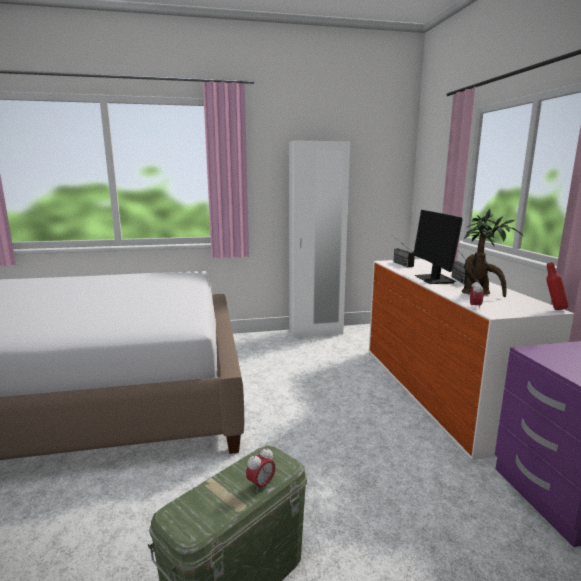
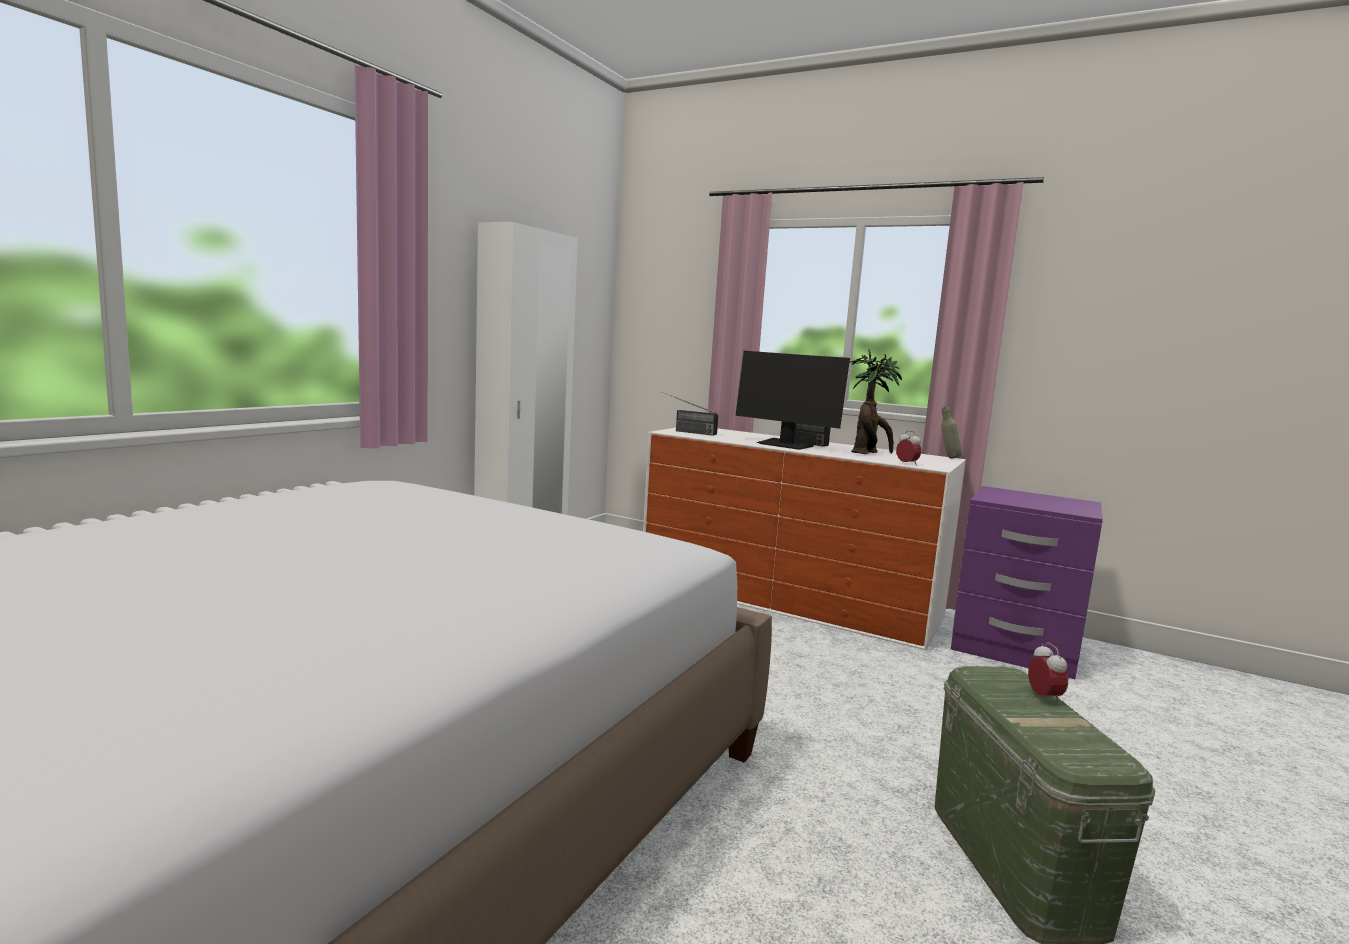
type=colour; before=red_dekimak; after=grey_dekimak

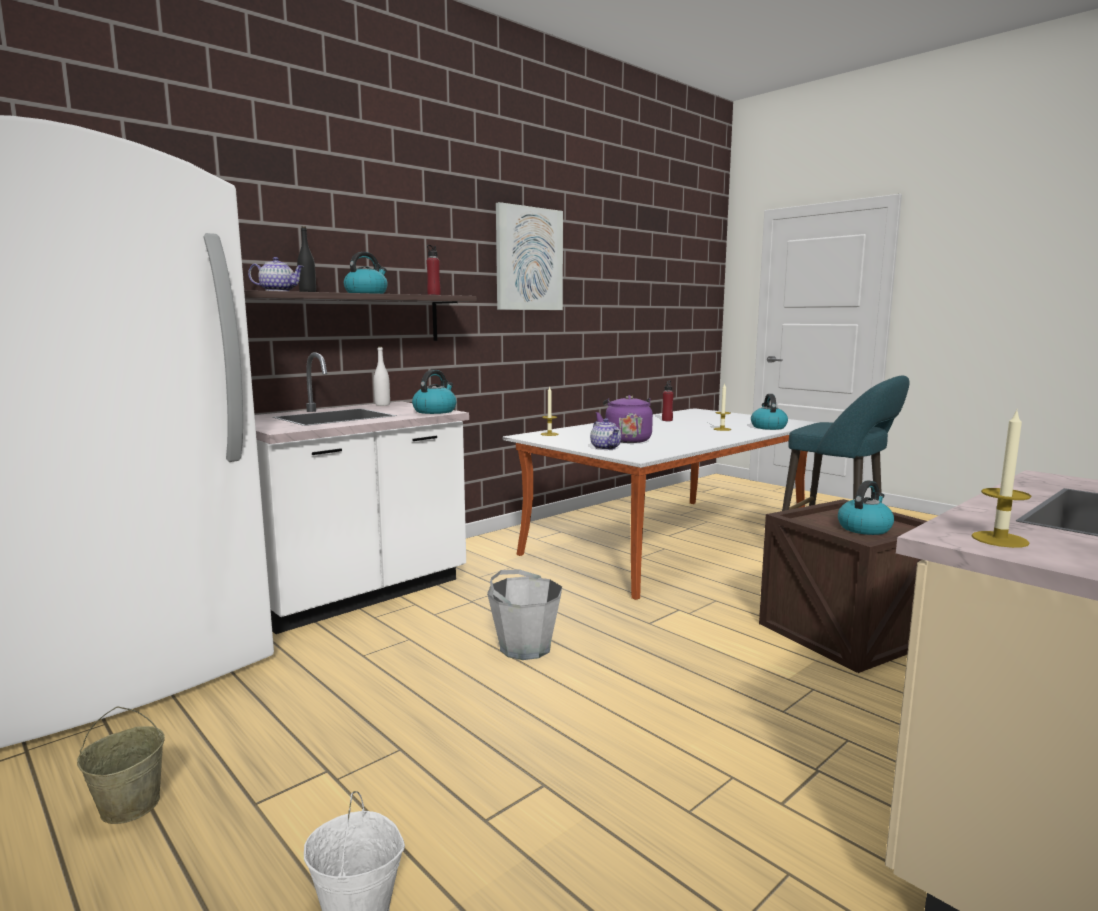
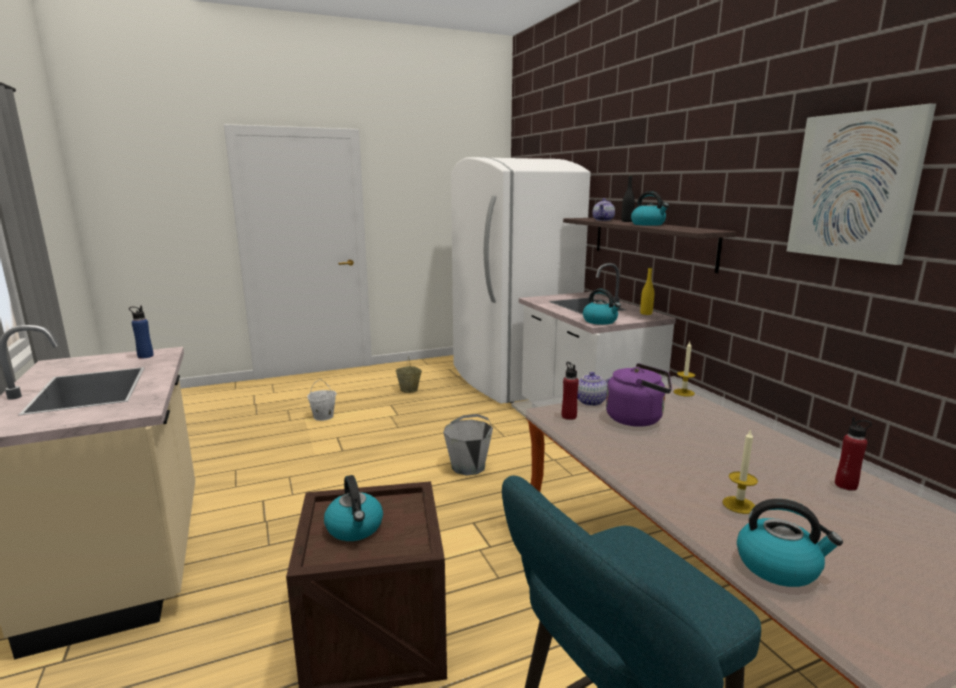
type=exchanged; before=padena (no. 3 from left); after=blue_dekimak
type=relocated; before=red_dekimak (no. 1 from left)
type=colour; before=white_dekimak; after=yellow_dekimak

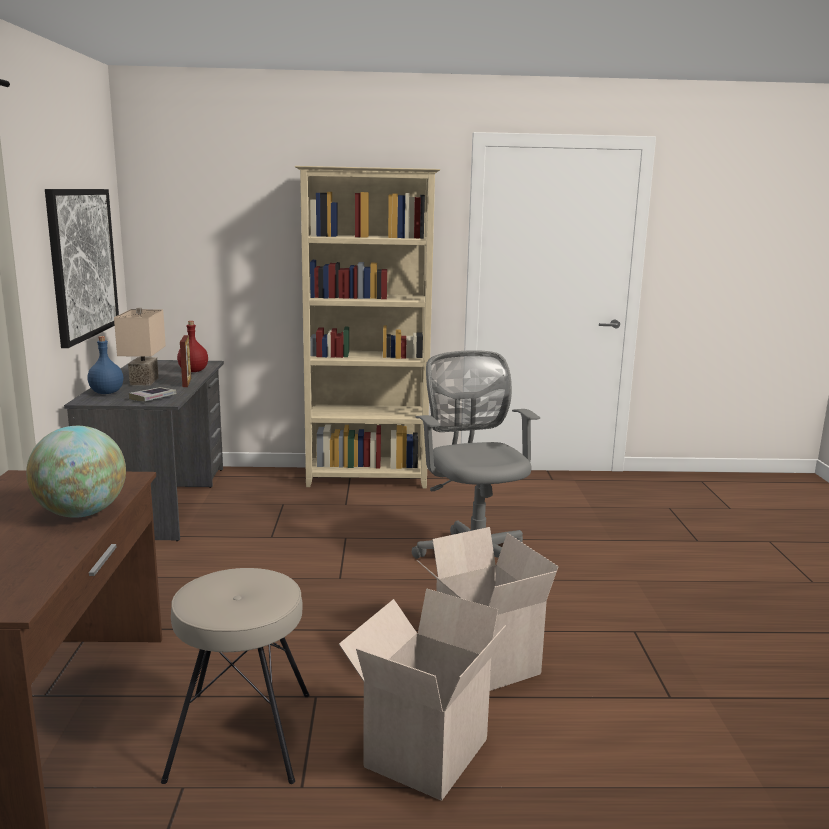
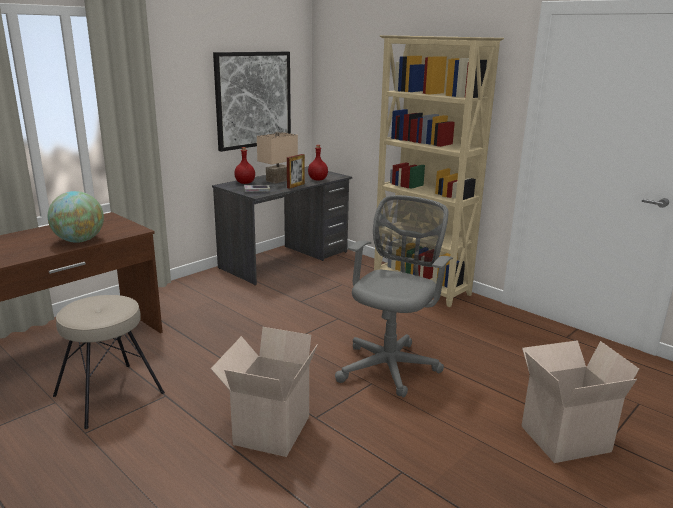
type=colour; before=blue_dekimak; after=red_dekimak (no. 1 from left)
type=relocated; before=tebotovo (no. 1 from left in the first image); after=tebotovo (no. 2 from left)

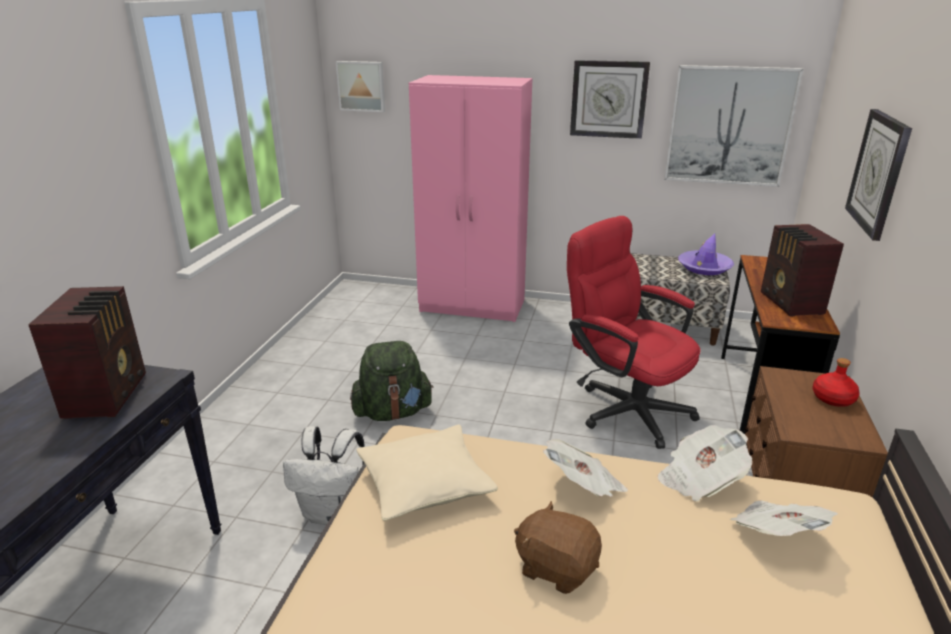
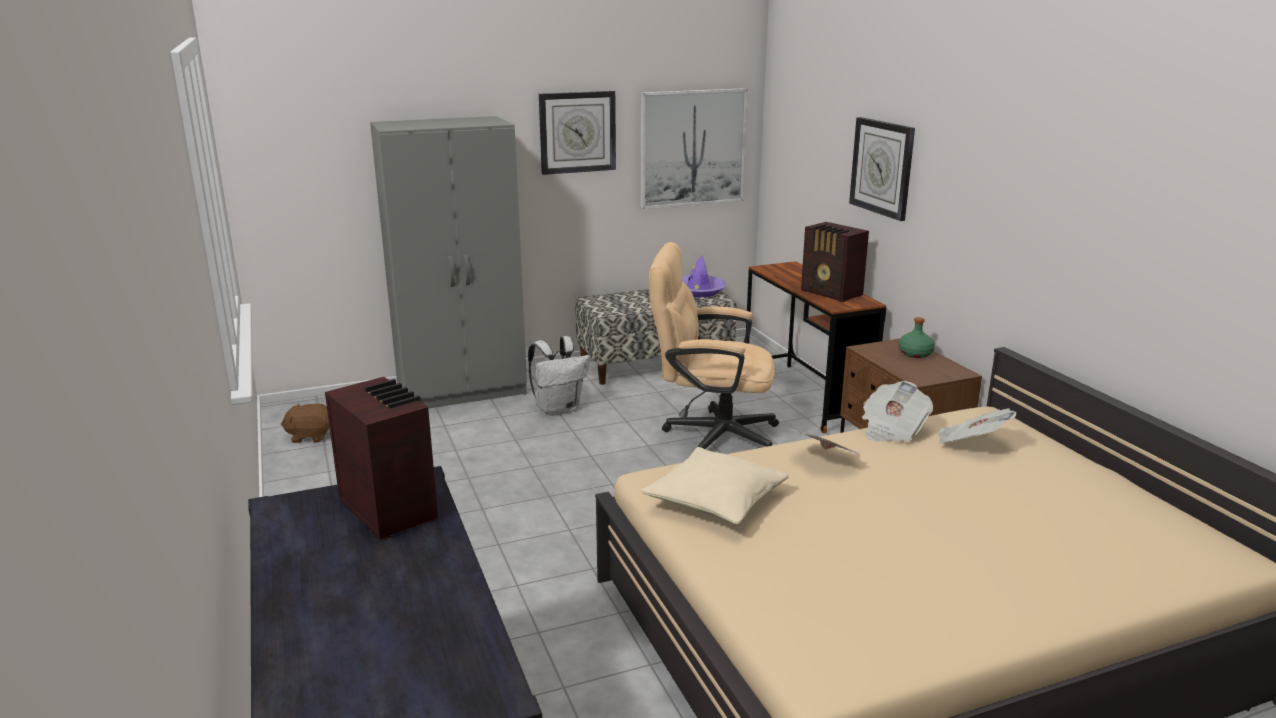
type=relocated; before=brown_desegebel
type=colour; before=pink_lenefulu; after=grey_lenefulu
type=relocated; before=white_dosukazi
type=colour; before=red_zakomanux; after=beige_zakomanux
type=colour; before=red_dekimak; after=green_dekimak
type=missing; before=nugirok (no. 1 from left)
type=missing; before=green_dosukazi

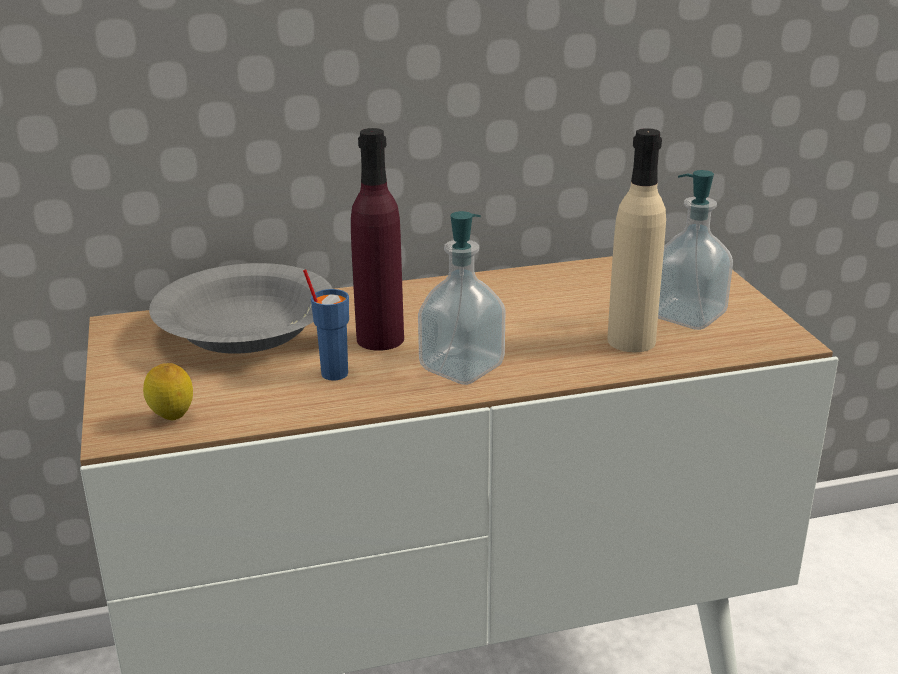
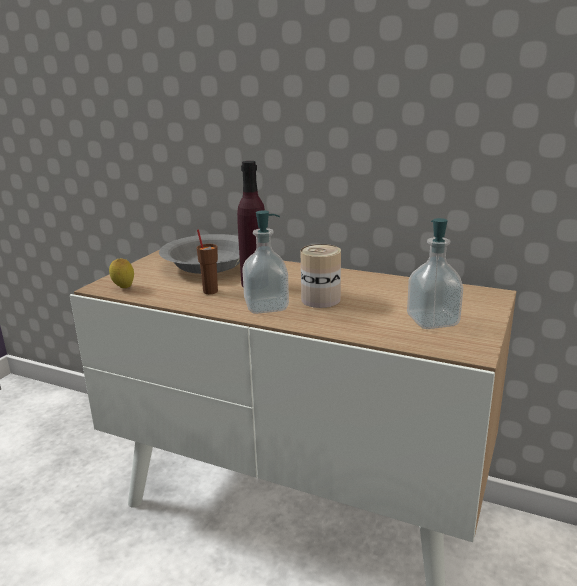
type=colour; before=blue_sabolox; after=brown_sabolox
type=appeared; after=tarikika
type=missing; before=beige_dekimak

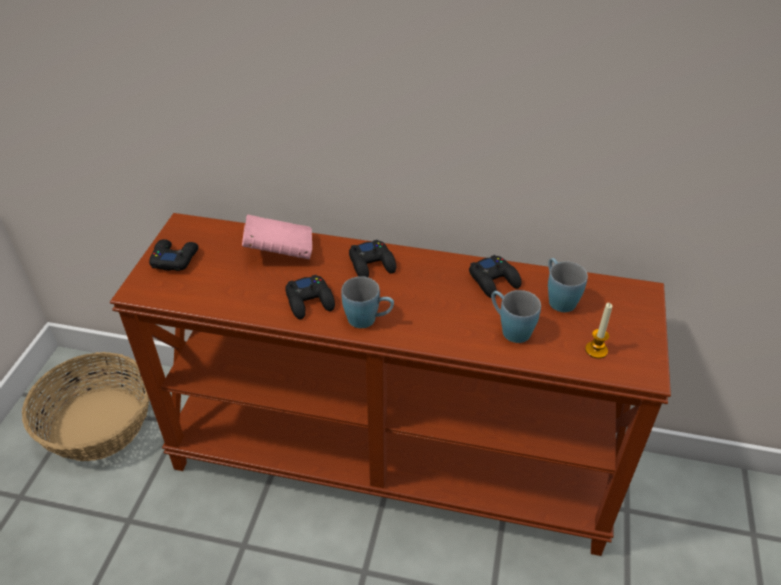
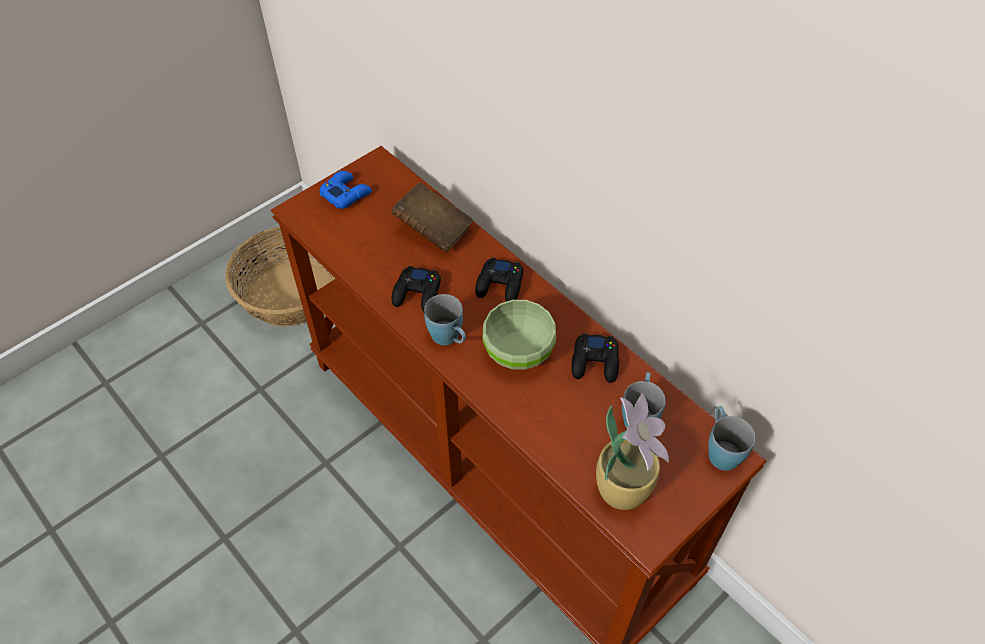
type=colour; before=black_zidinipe (no. 1 from left); after=blue_zidinipe
type=colour; before=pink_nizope; after=brown_nizope
type=appeared; after=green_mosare
type=exchanged; before=padena; after=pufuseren
type=relocated; before=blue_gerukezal (no. 2 from left in the first image); after=blue_gerukezal (no. 3 from left)

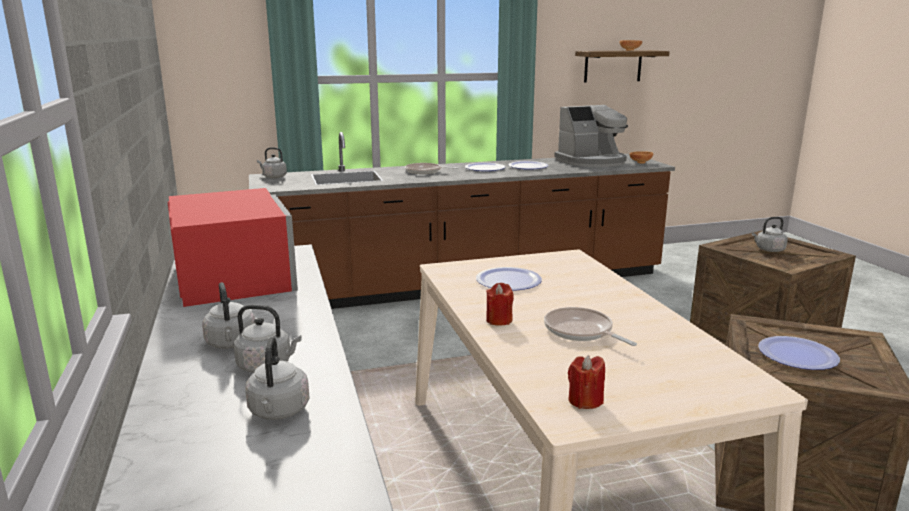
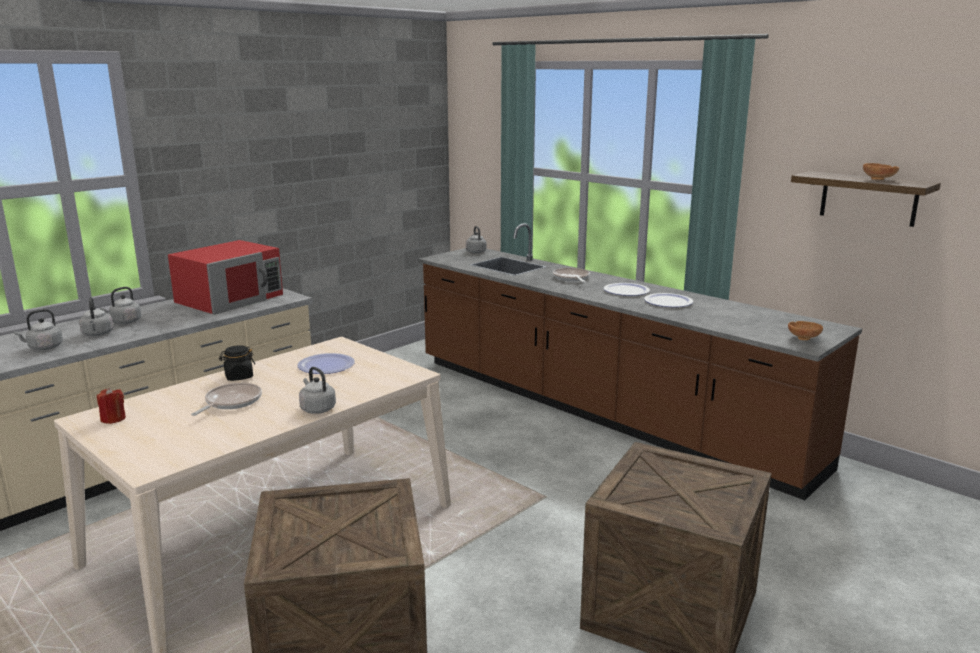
type=exchanged; before=red_padena (no. 1 from left); after=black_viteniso
type=relocated; before=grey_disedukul (no. 5 from left in the first image); after=grey_disedukul (no. 4 from left)
type=missing; before=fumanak
type=missing; before=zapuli (no. 4 from left)

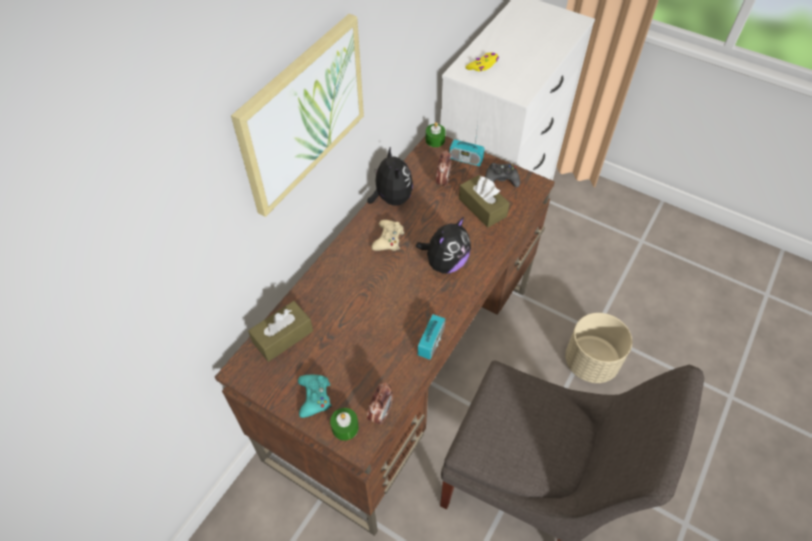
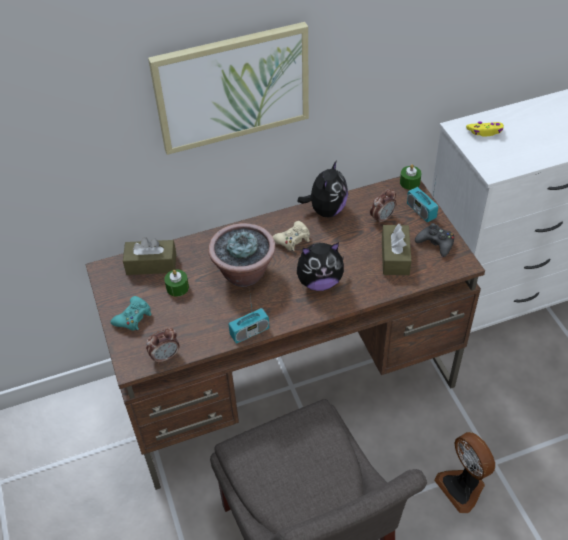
type=relocated; before=green_padena (no. 1 from left)
type=appeared; after=pufuseren
type=exchanged; before=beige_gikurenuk; after=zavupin

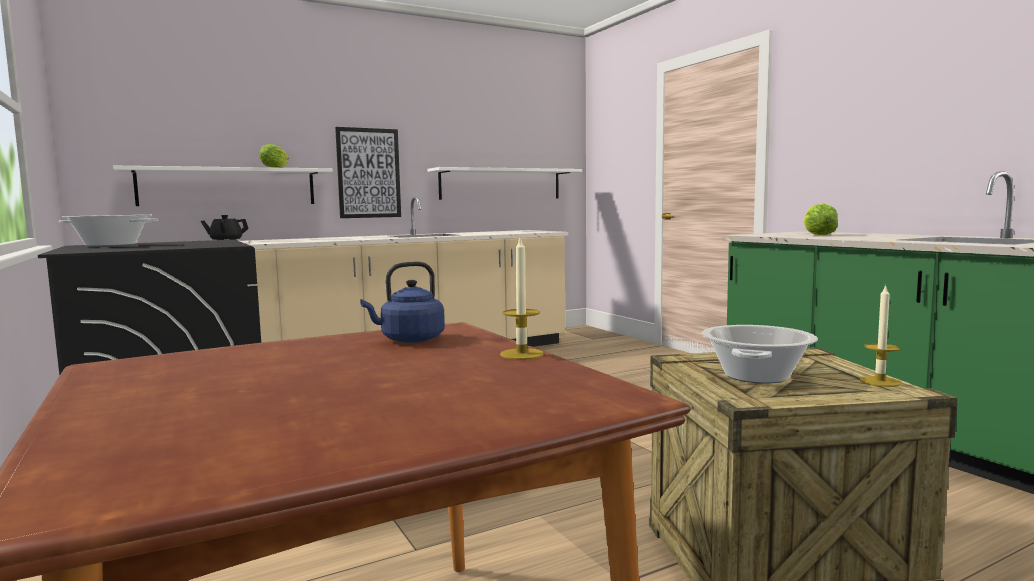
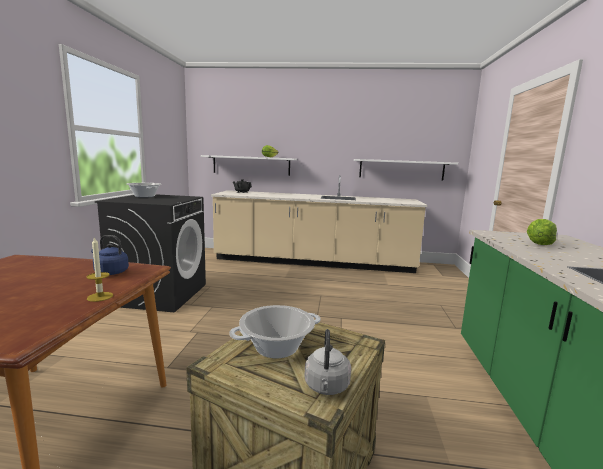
type=exchanged; before=padena (no. 2 from left); after=grey_disedukul
type=missing; before=nugirok

